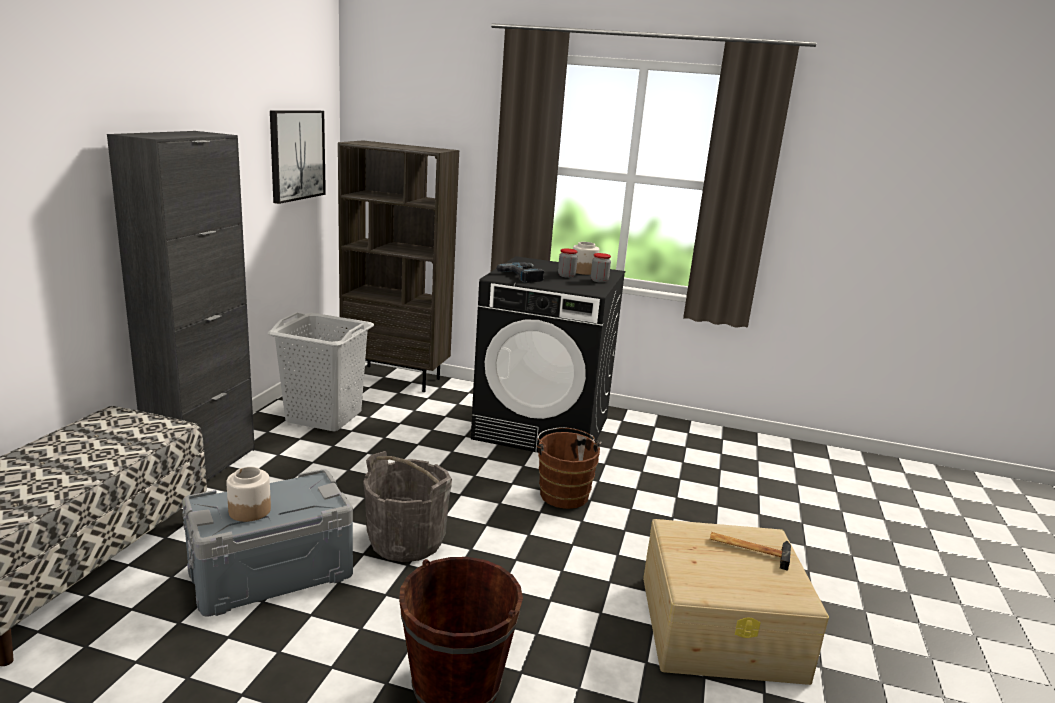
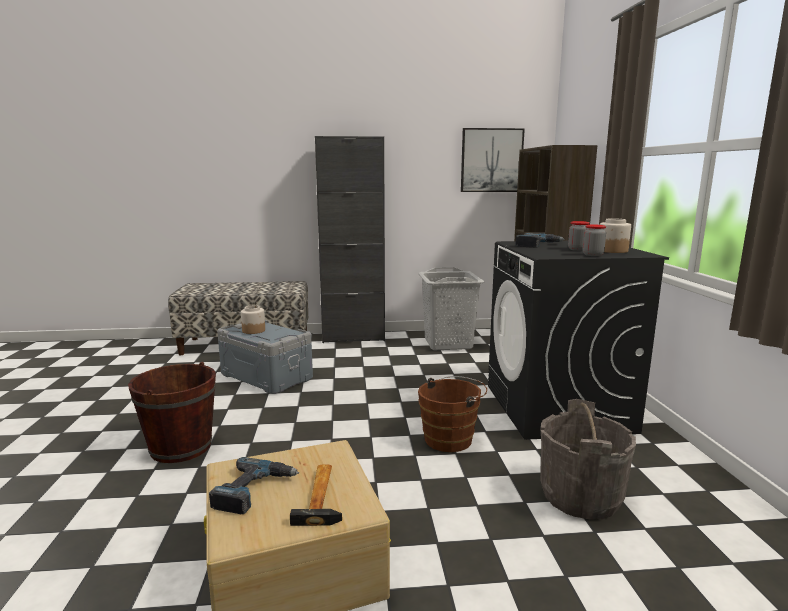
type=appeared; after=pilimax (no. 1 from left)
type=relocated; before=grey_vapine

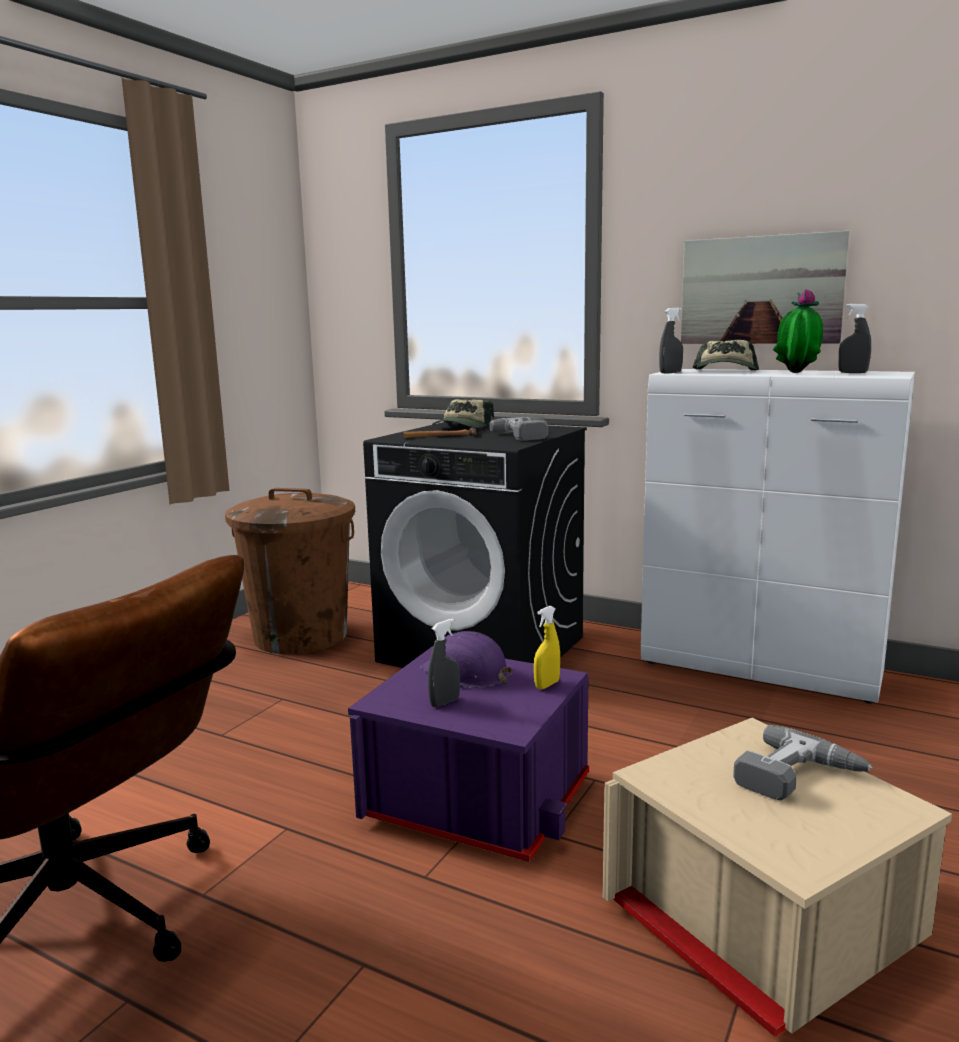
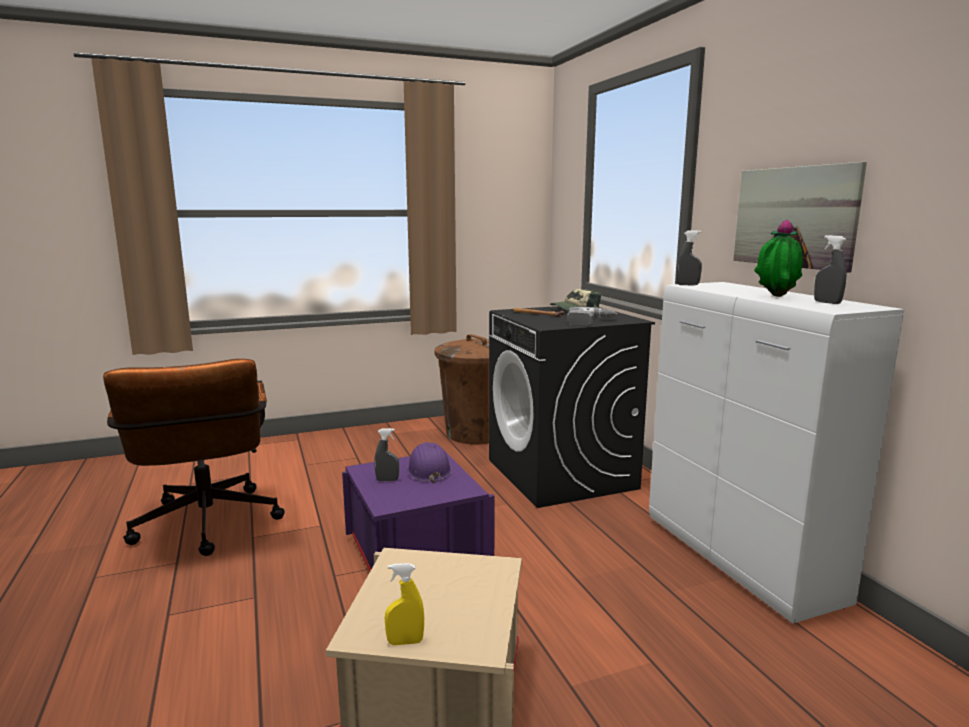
type=relocated; before=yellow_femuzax
type=missing; before=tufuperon (no. 2 from left)
type=missing; before=pilimax (no. 2 from left)

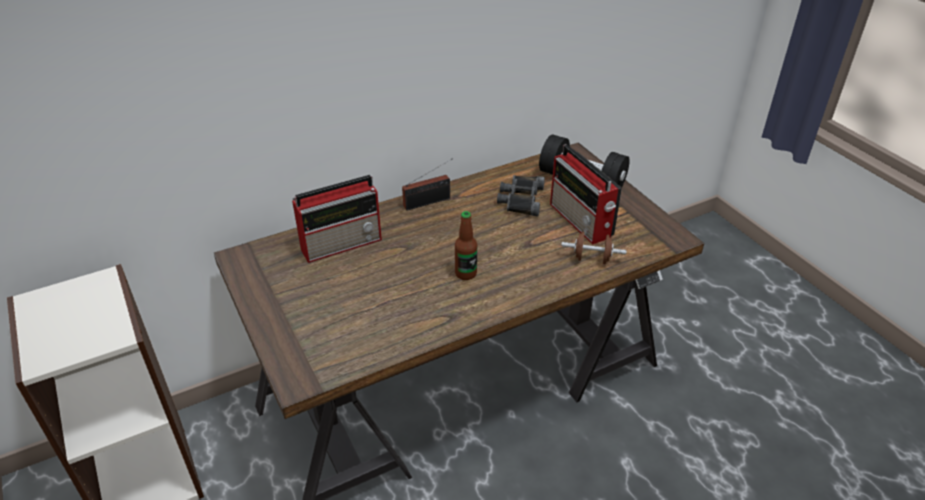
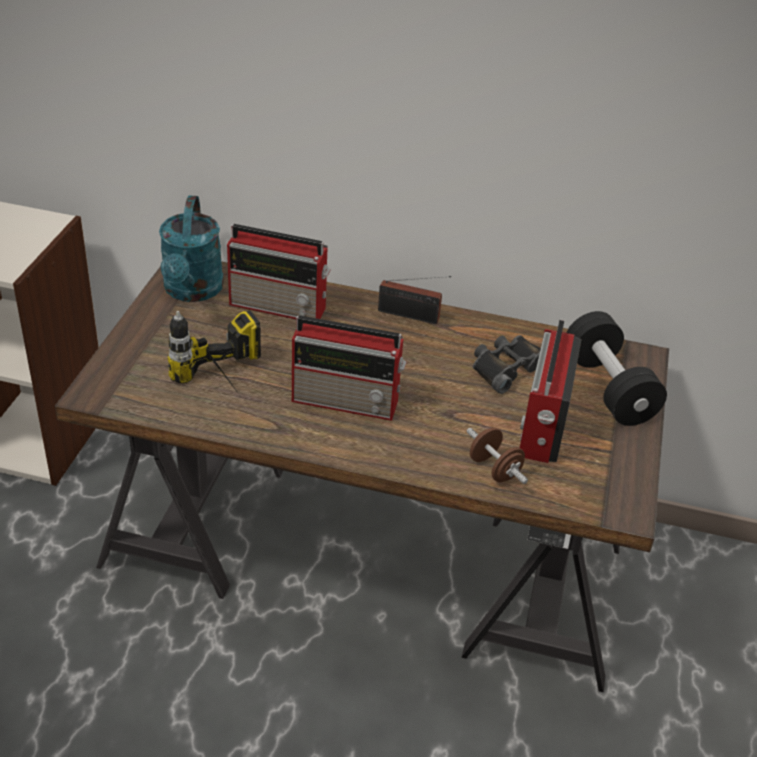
type=appeared; after=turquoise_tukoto
type=appeared; after=pilimax
type=exchanged; before=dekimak; after=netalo (no. 2 from left)

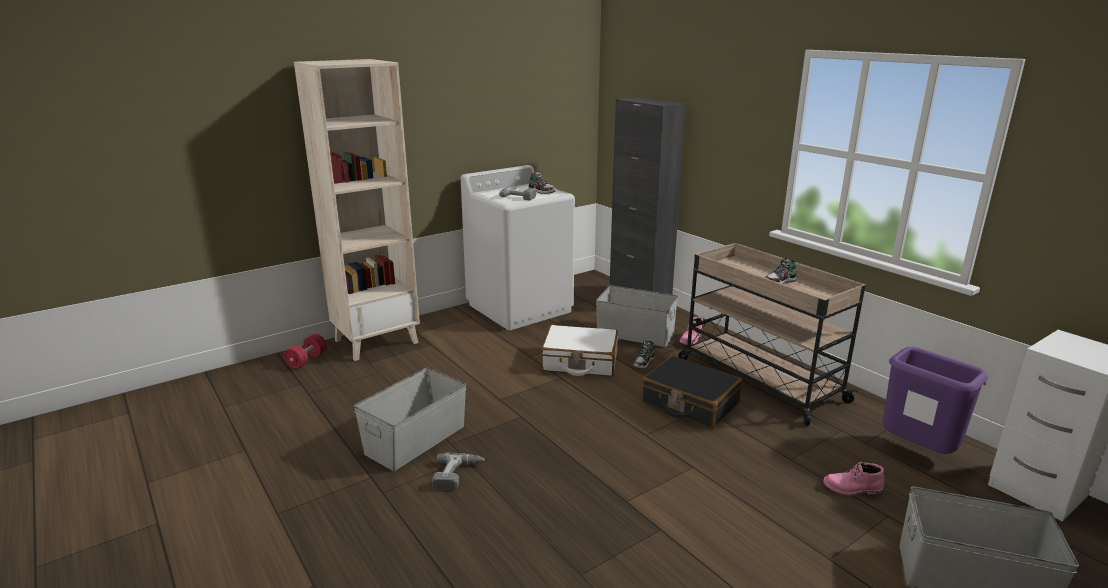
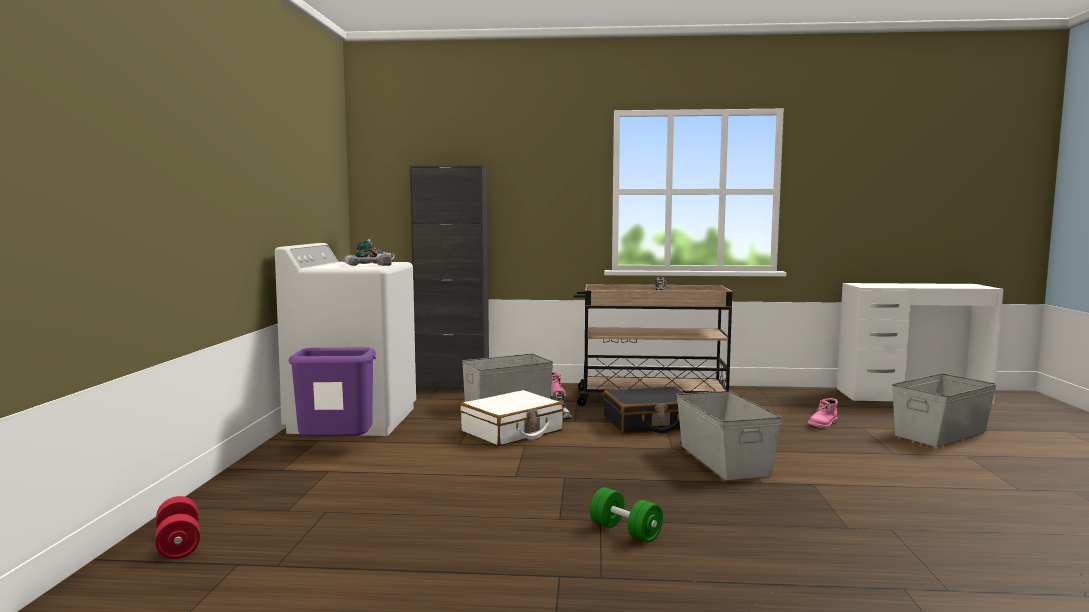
type=relocated; before=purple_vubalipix
type=exchanged; before=pilimax (no. 1 from left); after=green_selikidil
type=relocated; before=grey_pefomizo (no. 1 from left in the first image); after=grey_pefomizo (no. 2 from left)
type=missing; before=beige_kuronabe

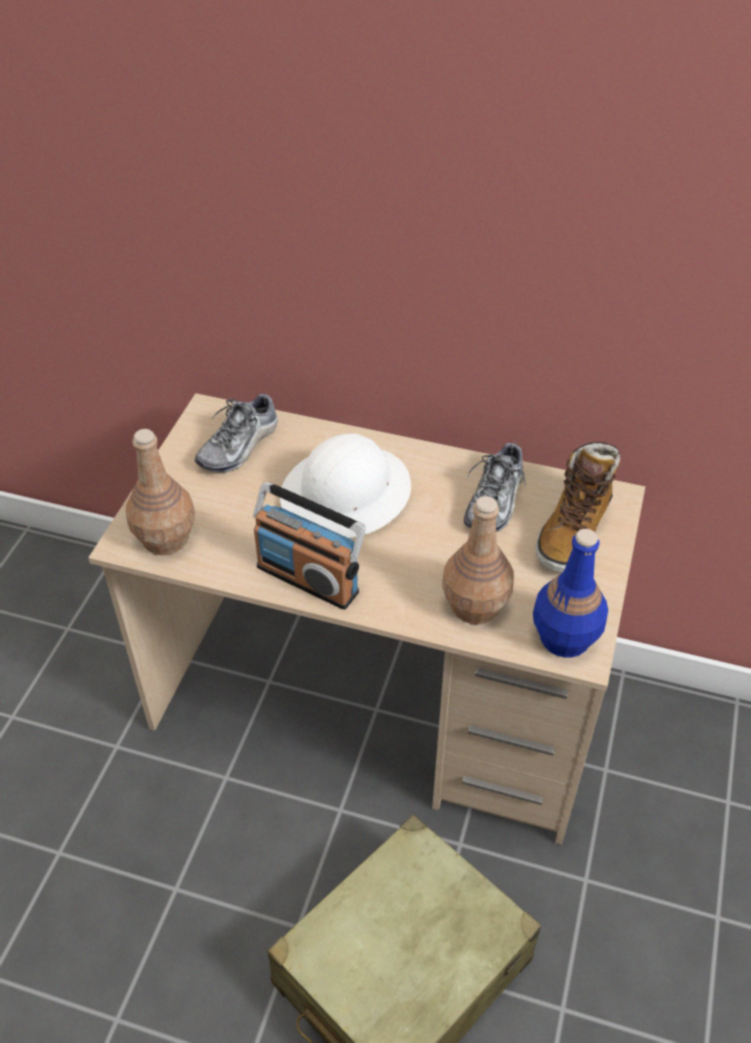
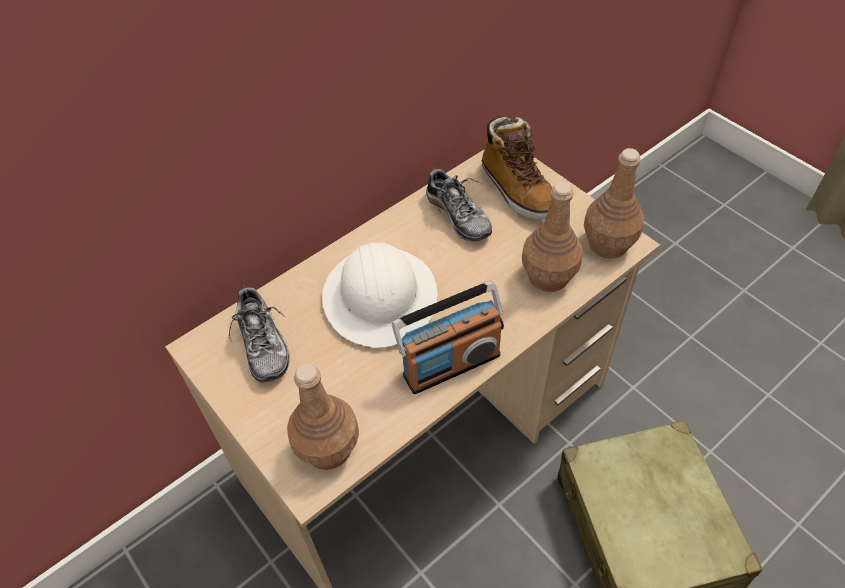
type=colour; before=blue_dekimak; after=brown_dekimak (no. 3 from left)

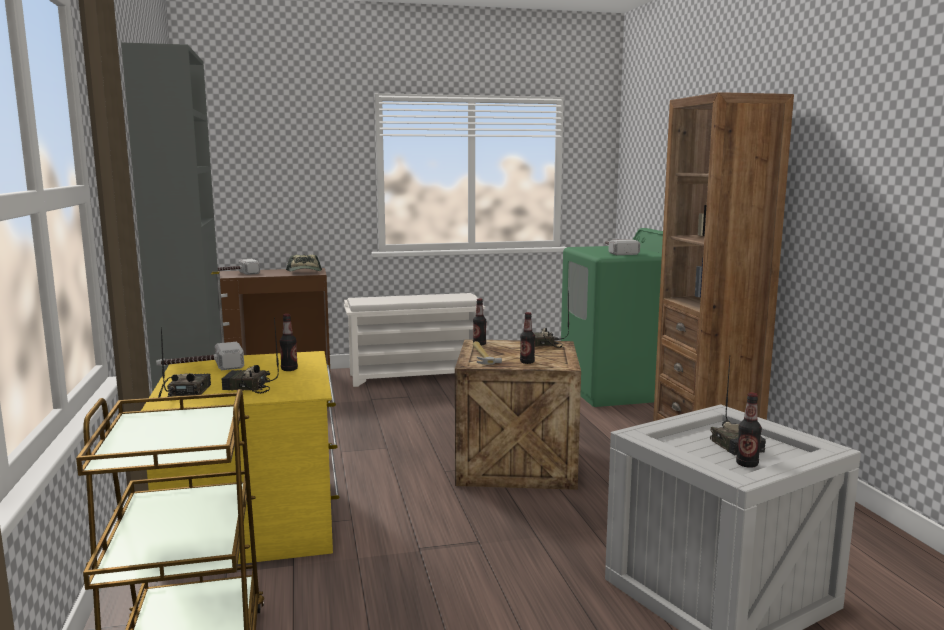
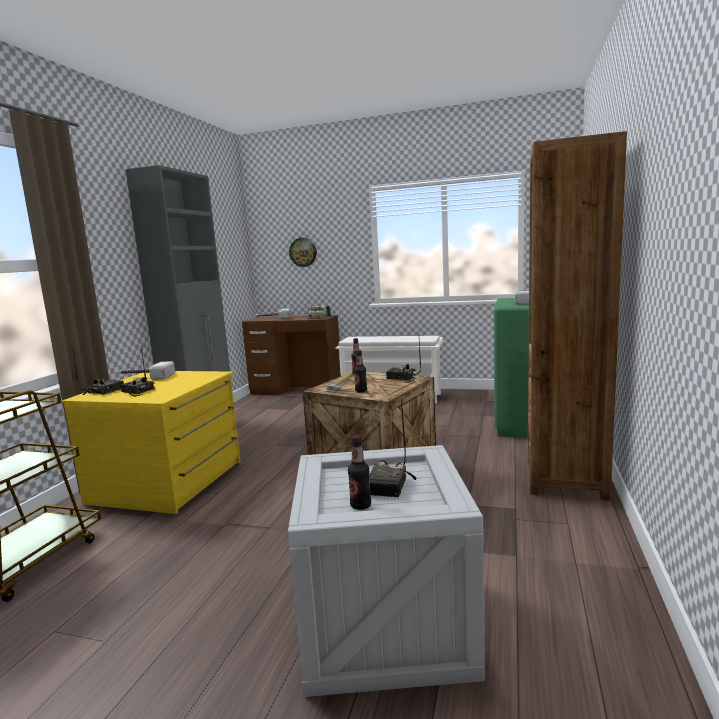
type=appeared; after=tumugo
type=missing; before=dekimak (no. 1 from left)

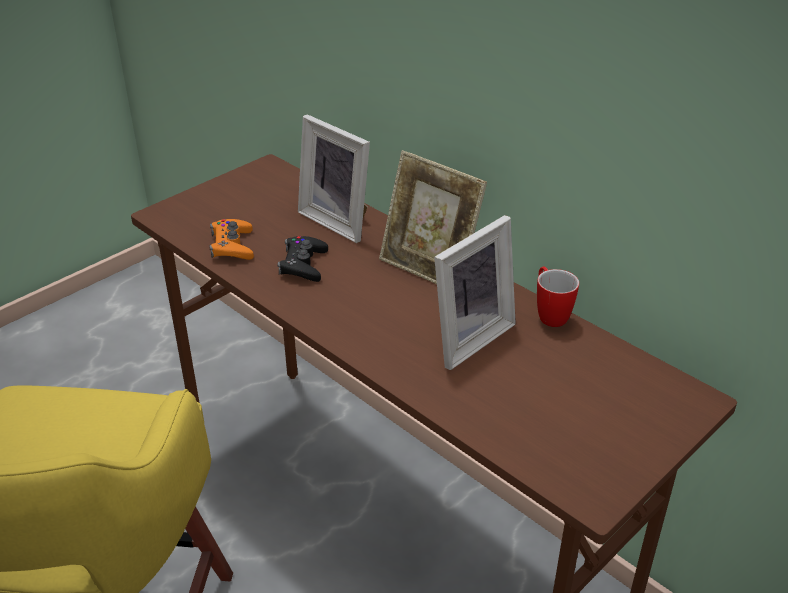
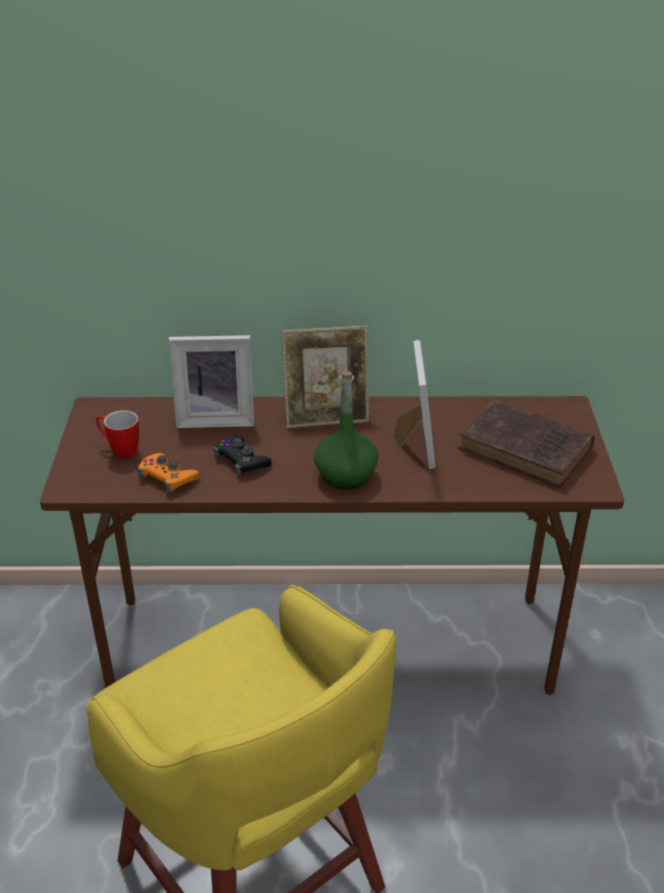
type=relocated; before=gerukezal
type=appeared; after=green_dekimak
type=appeared; after=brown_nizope

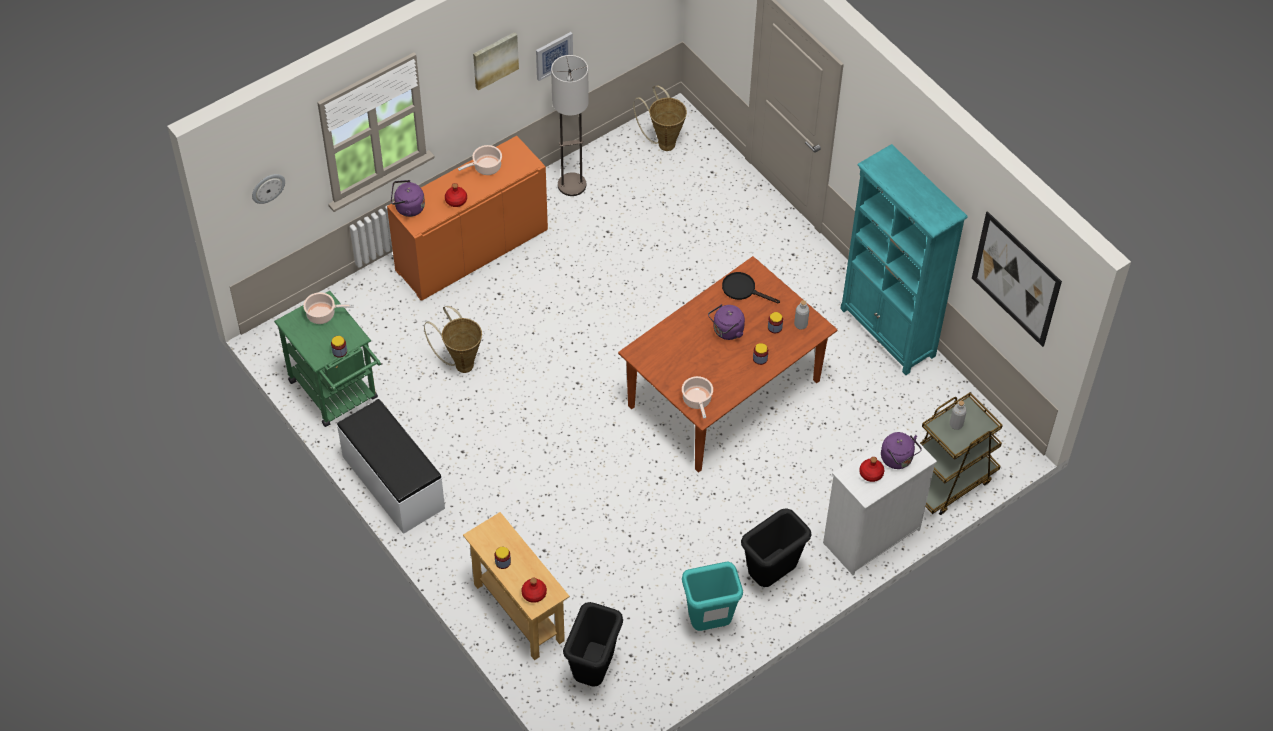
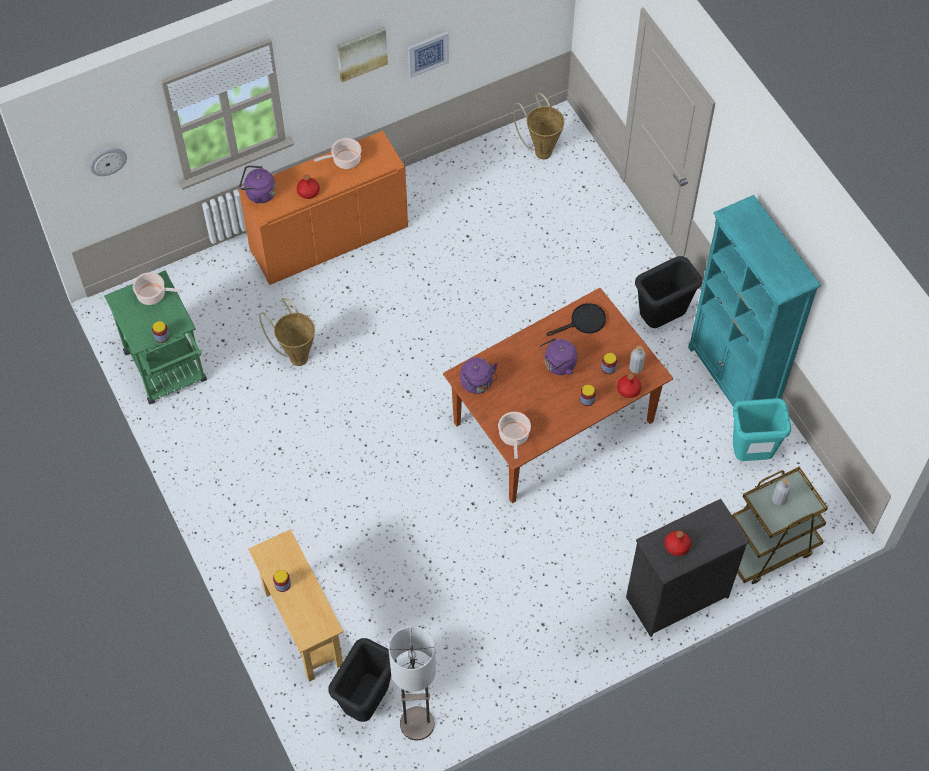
type=relocated; before=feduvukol
type=relocated; before=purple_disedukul (no. 3 from left in the first image); after=purple_disedukul (no. 2 from left)
type=spun; before=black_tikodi; turn=120
type=relocated; before=red_dekimak (no. 2 from left)
type=colour; before=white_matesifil; after=black_matesifil
type=relocated; before=black_vubalipix (no. 2 from left)
type=relocated; before=turquoise_vubalipix
type=missing; before=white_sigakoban
type=missing; before=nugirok (no. 3 from left)

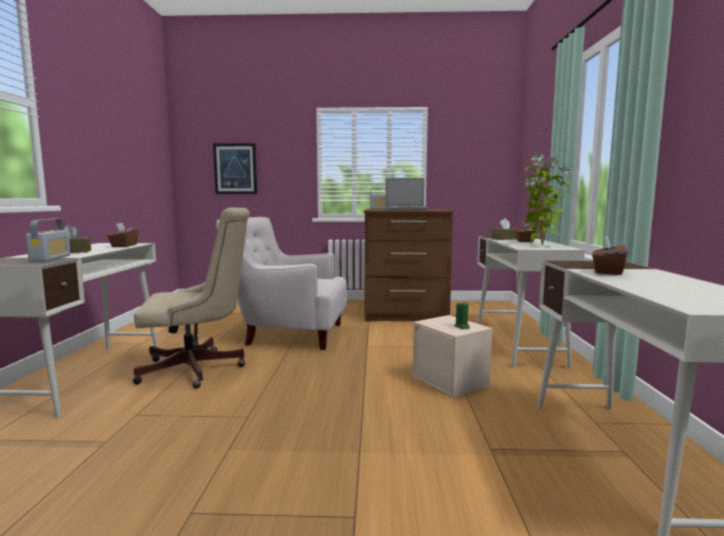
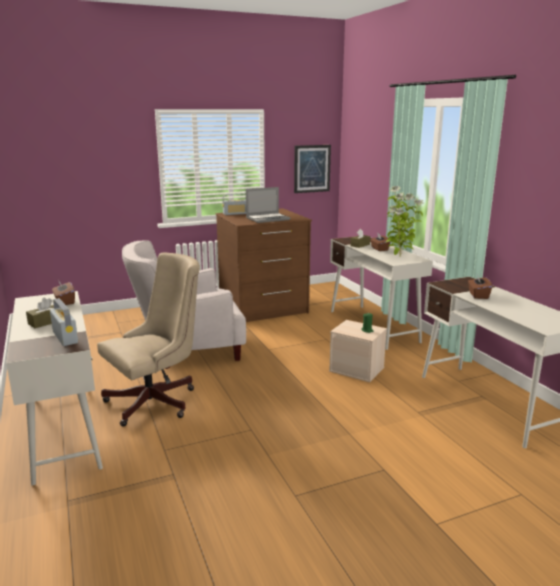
type=relocated; before=nugirok

